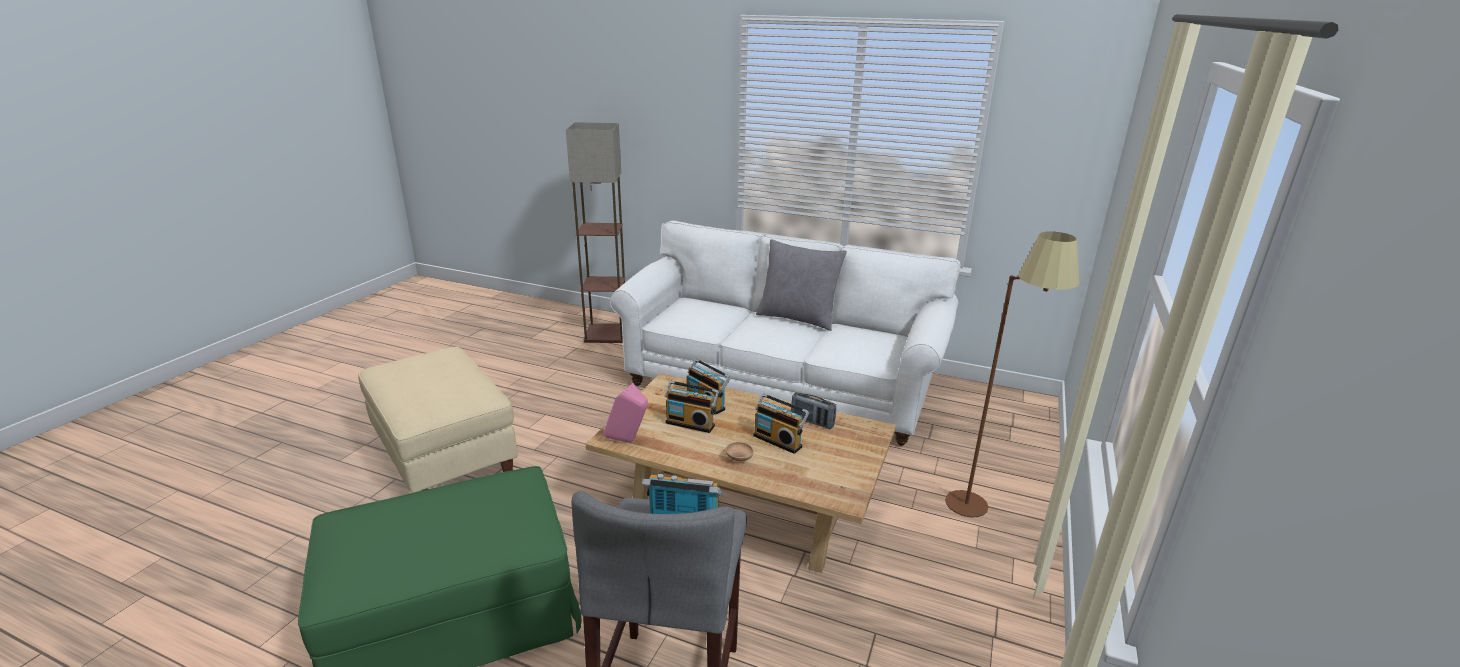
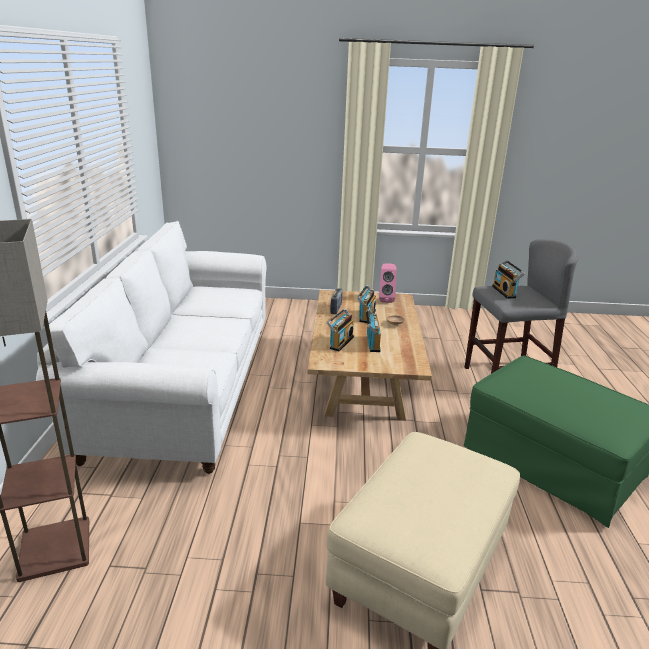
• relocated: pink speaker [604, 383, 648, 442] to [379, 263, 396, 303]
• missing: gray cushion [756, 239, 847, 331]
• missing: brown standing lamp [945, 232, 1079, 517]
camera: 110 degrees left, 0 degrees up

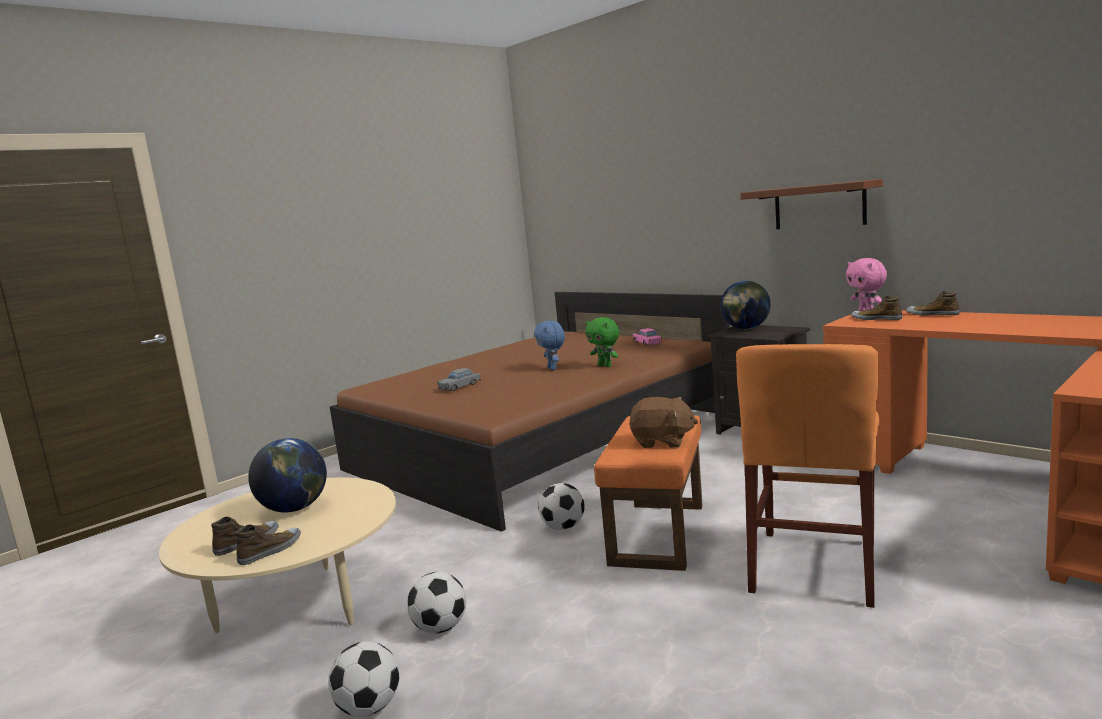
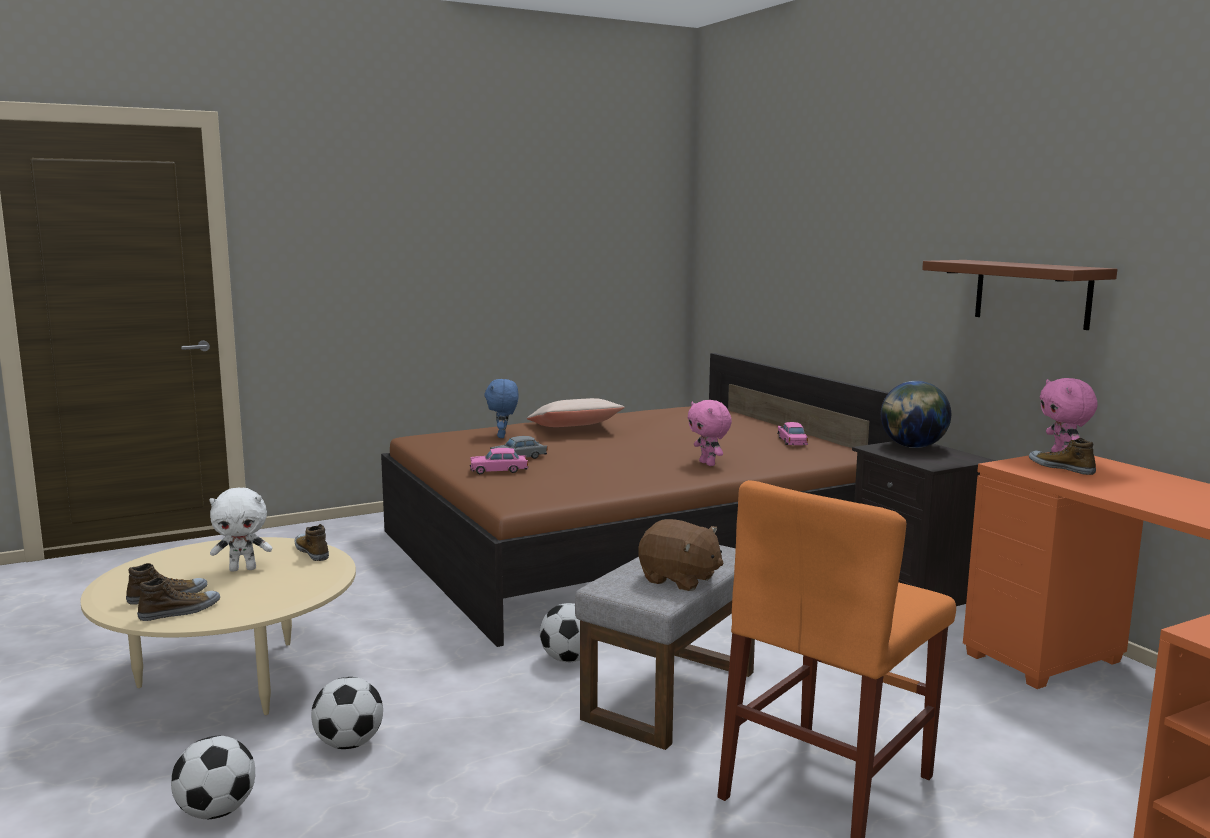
• exchanged: desk globe [248, 438, 327, 513] to white-coloured cuddly toy [209, 487, 272, 571]
• relocated: bluish cuddly toy [534, 321, 565, 370] to [485, 379, 519, 438]
• colour: green cuddly toy [585, 317, 619, 367] to pink cuddly toy [688, 400, 732, 466]
• colour: orange-coloured pouffe [594, 416, 703, 571] to gray pouffe [575, 545, 755, 750]
• relocated: shoe [906, 291, 960, 316] to [295, 524, 329, 561]
• appeared: pink toy car [470, 448, 528, 474]
• appeared: sand-coloured cushion [527, 398, 625, 427]
camera: 15 degrees right, 0 degrees up

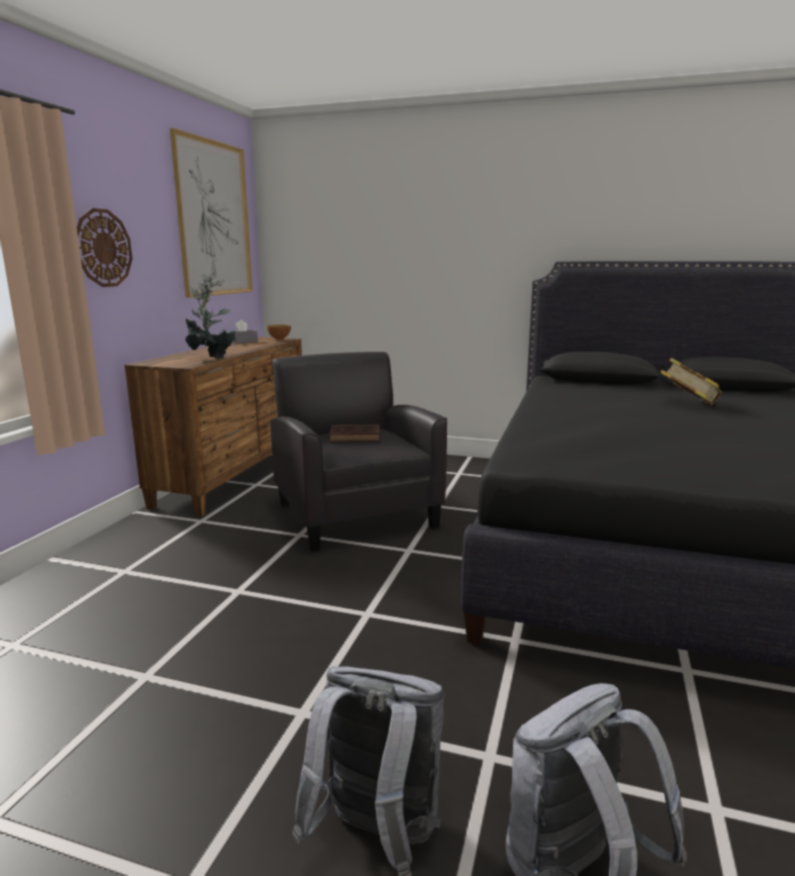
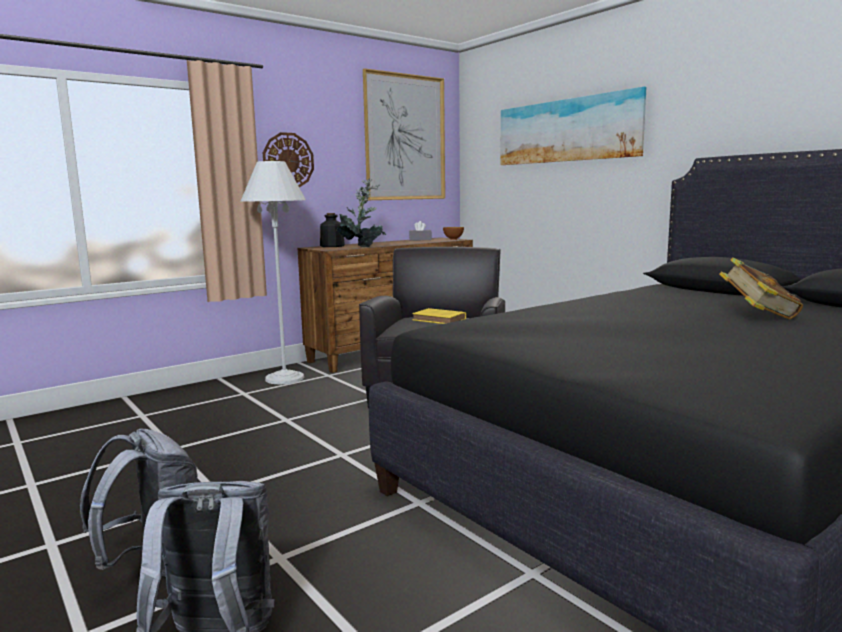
• colour: brown book [329, 425, 380, 442] to yellow-coloured book [412, 308, 466, 324]
• appeared: white-coloured standing lamp [241, 161, 306, 384]
• appeared: beverage bottle [320, 213, 345, 247]
• appeared: wall art [500, 87, 646, 165]
camera: 35 degrees right, 5 degrees down

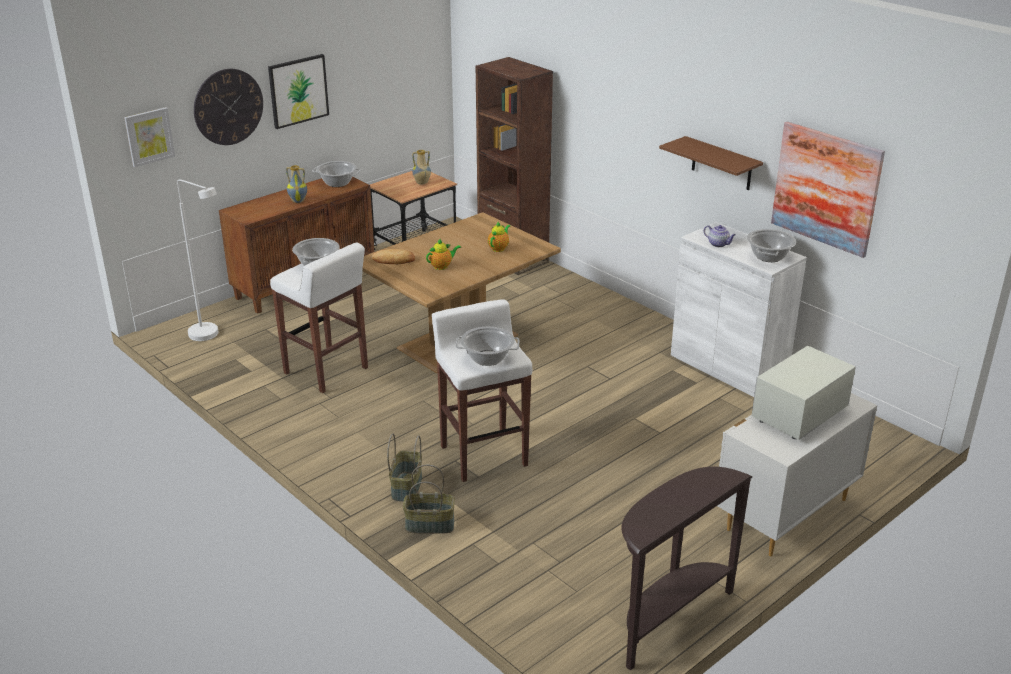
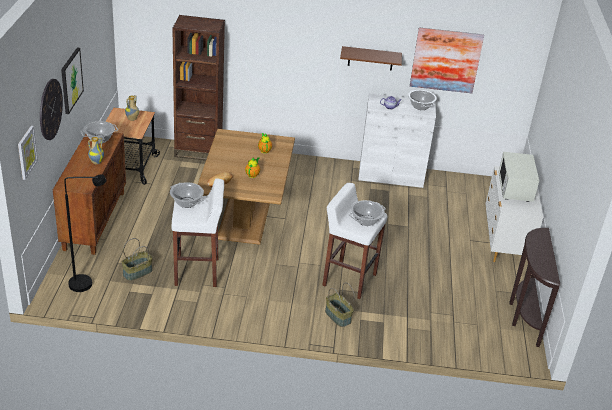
• colour: white-coloured standing lamp [177, 180, 218, 341] to black-coloured standing lamp [64, 174, 106, 292]
• relocated: household basket [403, 464, 455, 534] to [121, 238, 153, 281]
camera: 45 degrees left, 5 degrees up

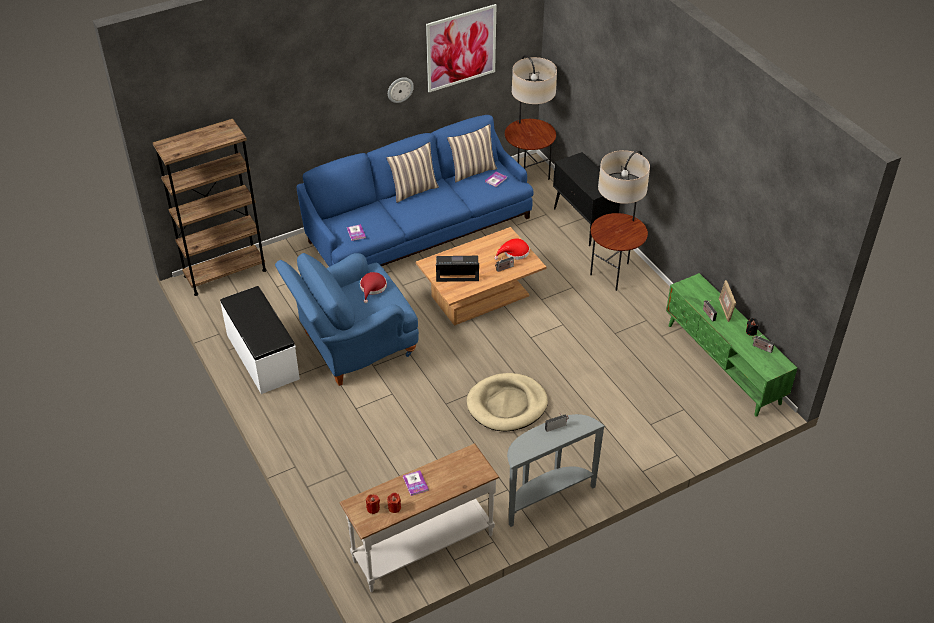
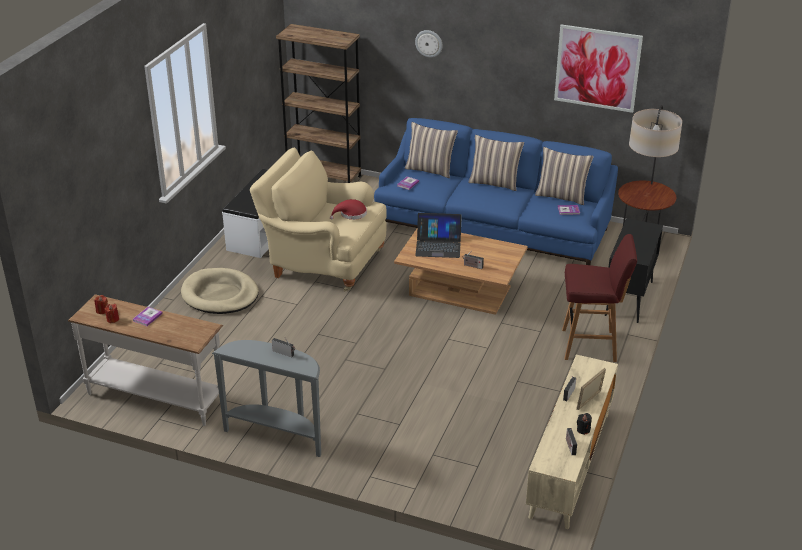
• colour: bluish armchair [275, 253, 419, 386] to sand-coloured armchair [250, 148, 387, 292]
• relocated: clock on the wall [388, 77, 414, 103] to [415, 30, 443, 58]
• spun: laptop [436, 256, 479, 282] = [415, 213, 462, 258] 135 degrees clockwise
• relocated: sand-coloured dog cushion [467, 373, 548, 431] to [181, 268, 259, 314]
• missing: red-coloured wearable hat [494, 238, 530, 260]
• exchanged: standing lamp [590, 150, 650, 291] to red-coloured stool seat [562, 234, 637, 362]
• colour: green tv unit [666, 273, 797, 417] to sand-coloured tv unit [526, 355, 618, 529]
• appeared: cushion [405, 122, 458, 178]
camera: 50 degrees right, 10 degrees down

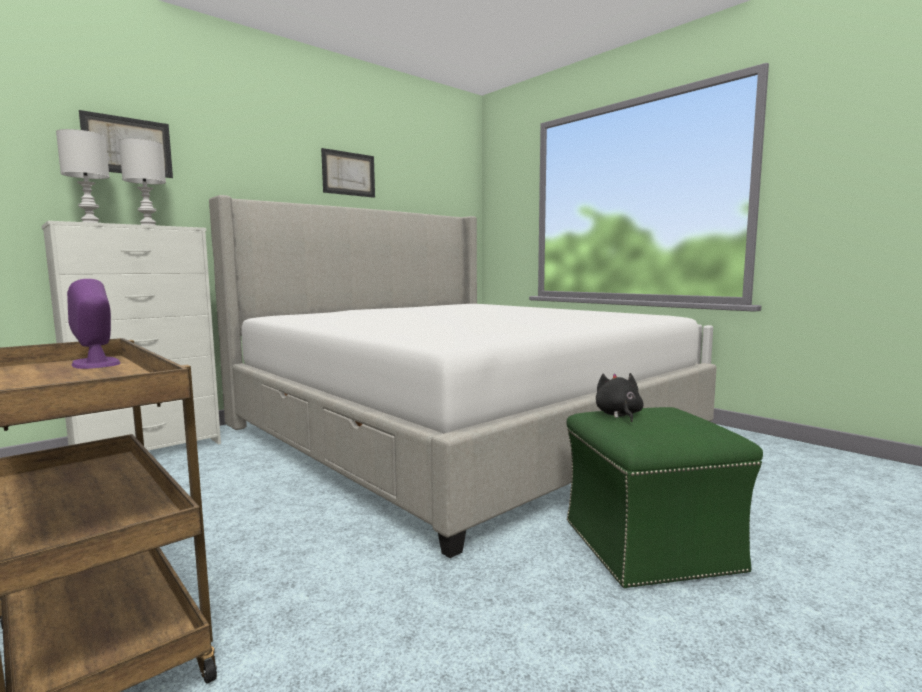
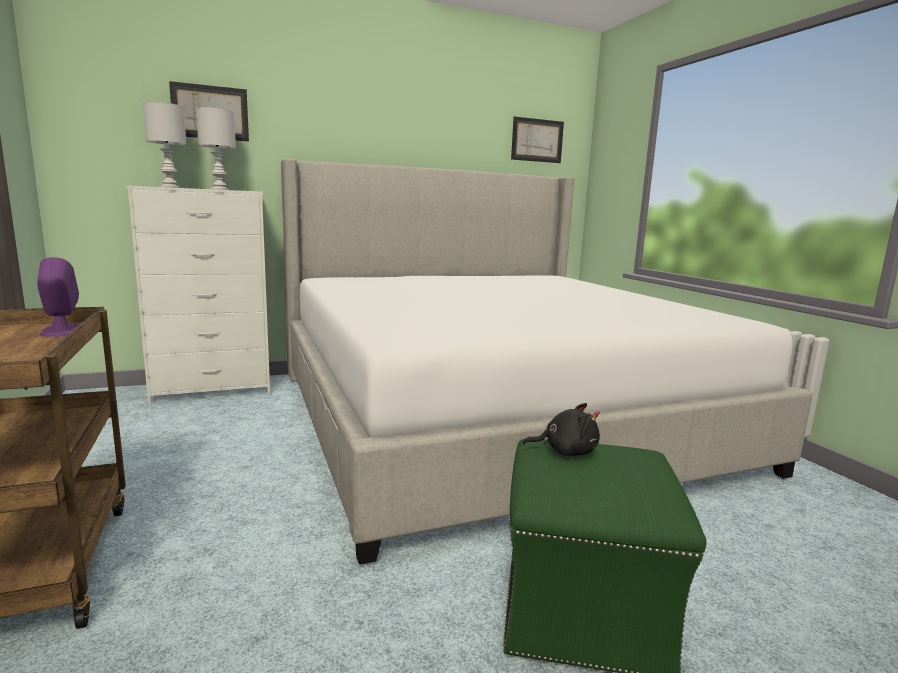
• relocated: wall art [321, 148, 375, 198] to [511, 117, 564, 163]
• spun: black-coloured cuddly toy [596, 373, 644, 422] = [522, 403, 600, 456] 75 degrees clockwise
camera: 20 degrees right, 5 degrees up

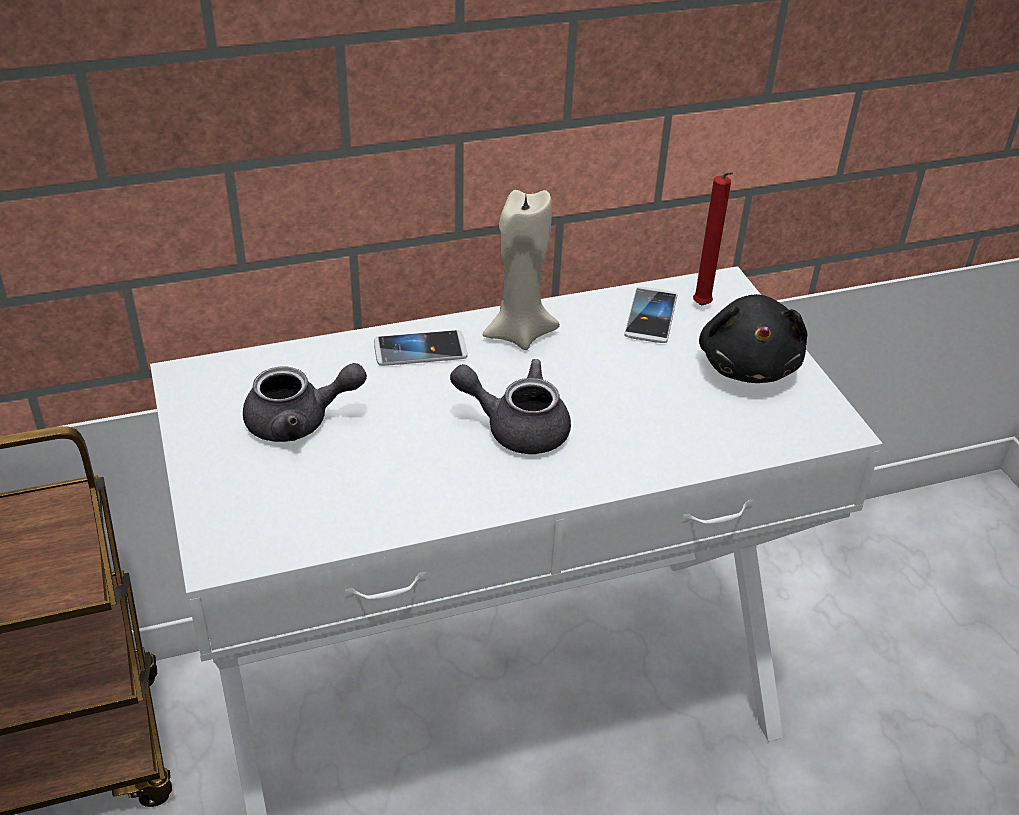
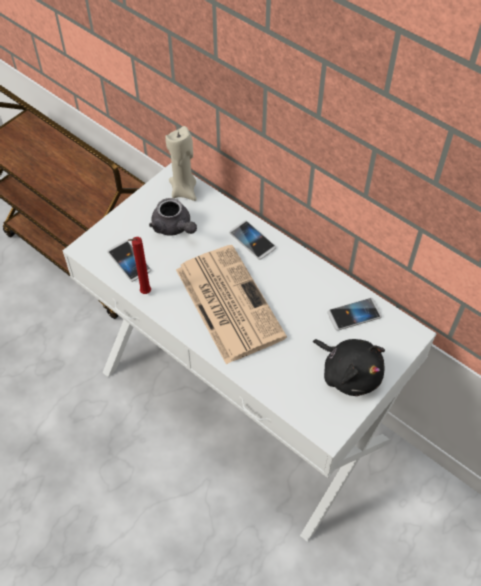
• exchanged: gray pot for tea [450, 359, 571, 454] to daily paper [176, 245, 287, 364]
• relocated: sand-coloured wax light [483, 190, 560, 350] to [165, 126, 197, 201]
• relocated: red-coloured wax light [693, 172, 733, 306] to [128, 237, 151, 294]
• spun: black-coloured cuddly toy [699, 294, 807, 383] = [313, 339, 385, 396] 105 degrees counterclockwise
• appeared: handset [107, 240, 151, 282]
camera: 60 degrees right, 15 degrees up

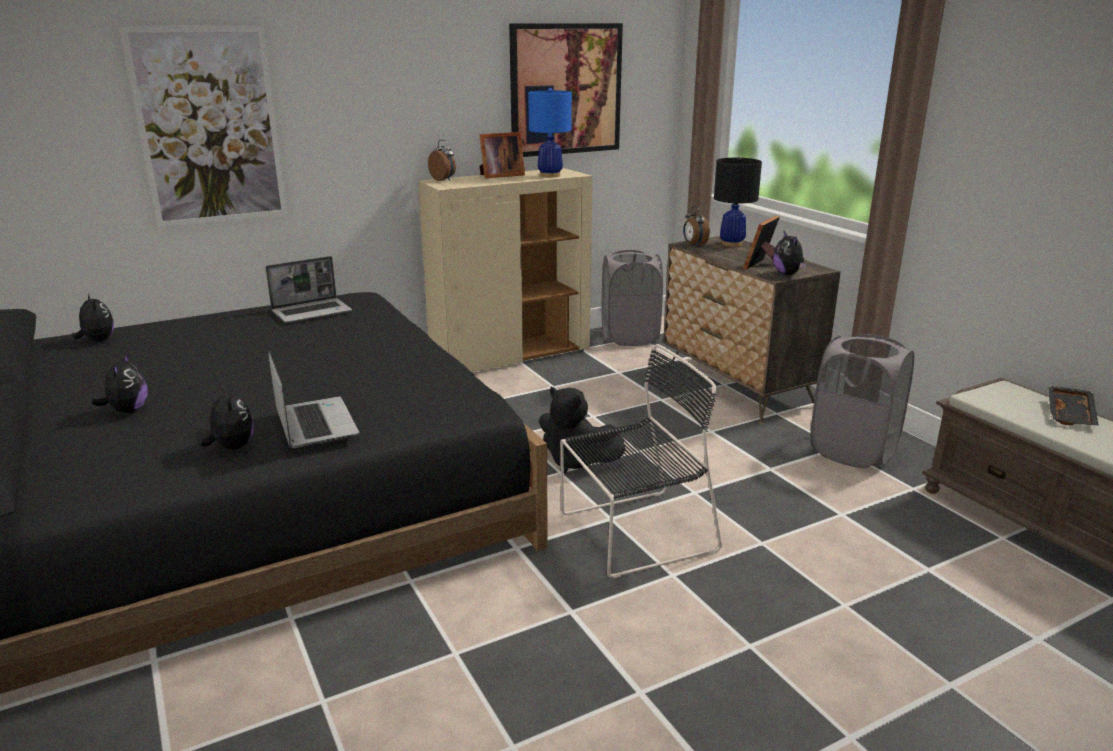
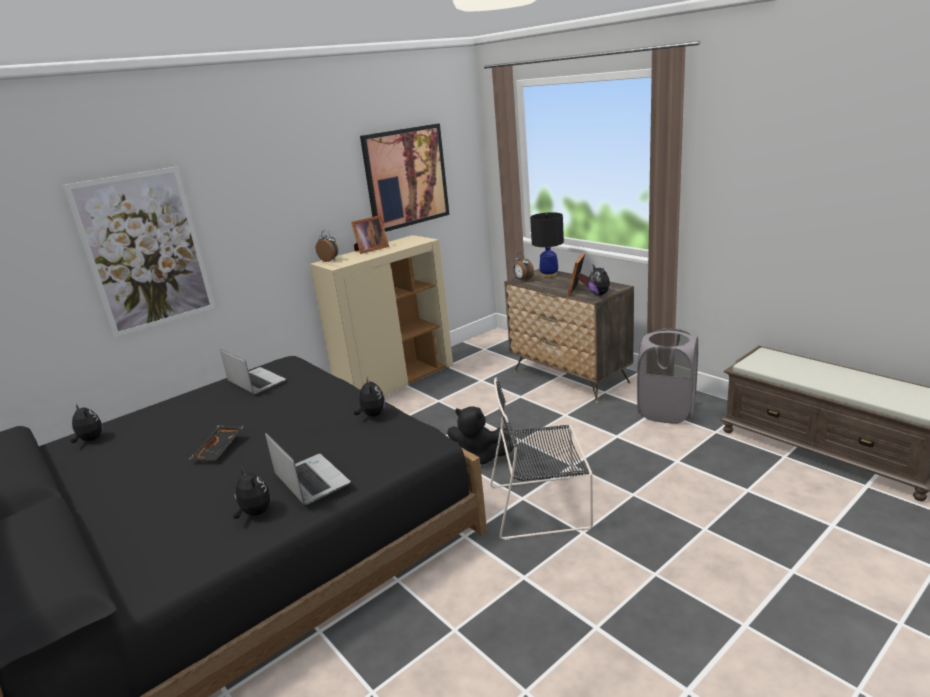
• relocated: cuddly toy [92, 353, 148, 413] to [353, 376, 385, 417]
• spun: laptop [265, 256, 352, 323] = [220, 349, 286, 395] 90 degrees counterclockwise
• missing: bluish tabletop lamp [528, 88, 572, 178]
• spun: black-coloured upright chair [560, 344, 722, 578] = [490, 377, 593, 540] 150 degrees counterclockwise
• missing: gray hamper [601, 250, 663, 346]
• relocated: black-coloured tray [1048, 385, 1099, 426] to [190, 426, 243, 461]
camera: 10 degrees left, 0 degrees up

